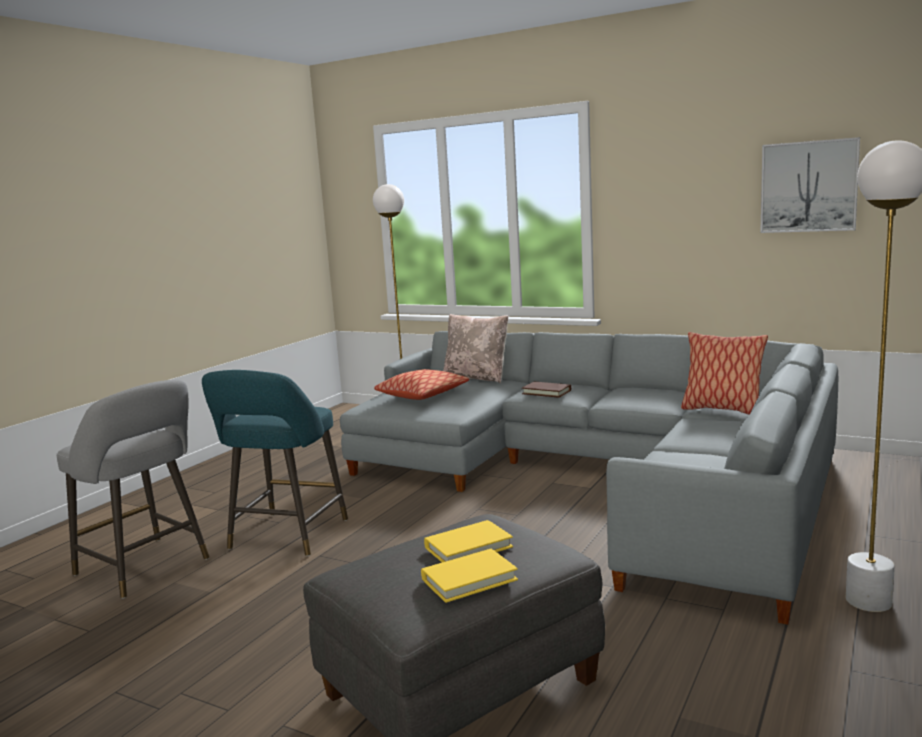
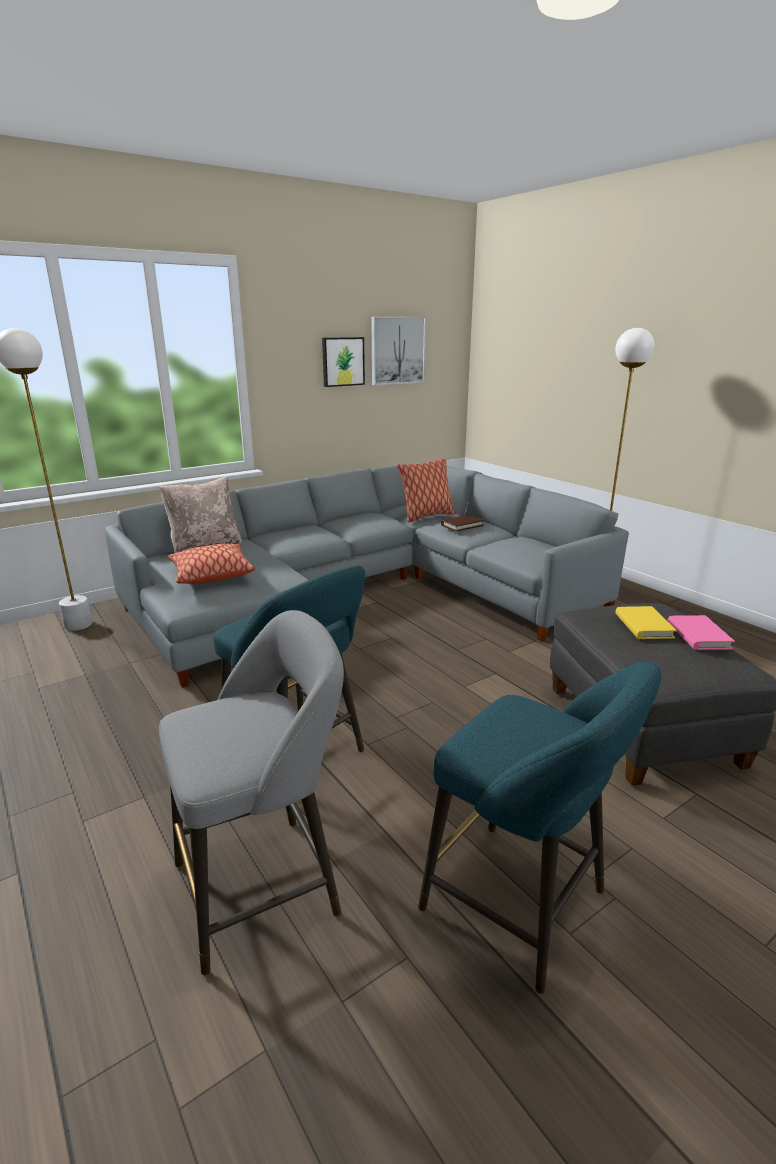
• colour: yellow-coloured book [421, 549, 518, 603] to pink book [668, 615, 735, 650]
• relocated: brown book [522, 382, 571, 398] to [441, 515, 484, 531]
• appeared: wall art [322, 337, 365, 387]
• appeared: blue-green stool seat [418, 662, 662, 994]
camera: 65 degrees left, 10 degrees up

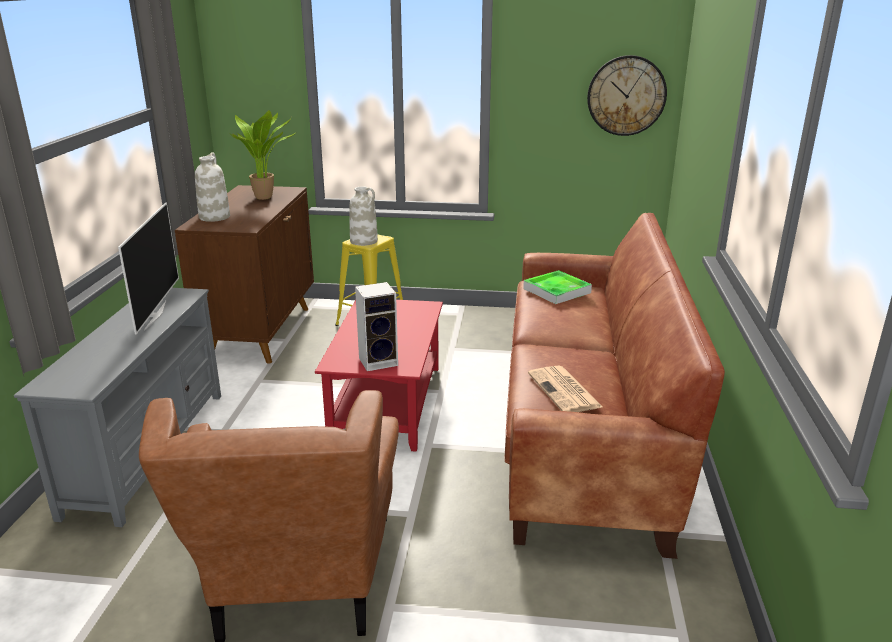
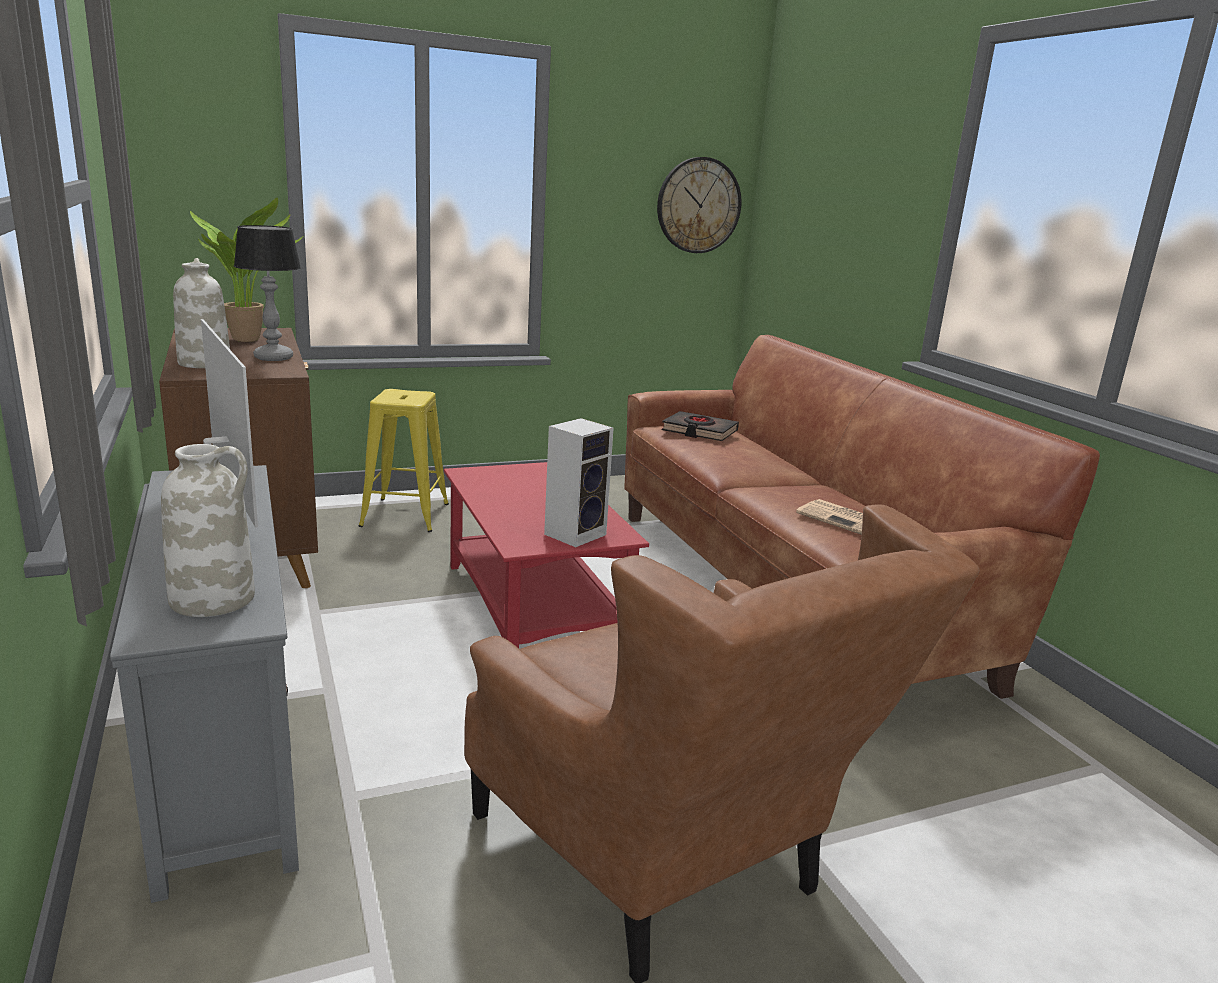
• relocated: white-coloured vase [349, 186, 378, 246] to [161, 444, 255, 617]
• exchanged: tray [523, 270, 592, 304] to black-coloured book [662, 411, 739, 441]
• appeared: tabletop lamp [234, 225, 301, 361]
camera: 30 degrees left, 5 degrees down

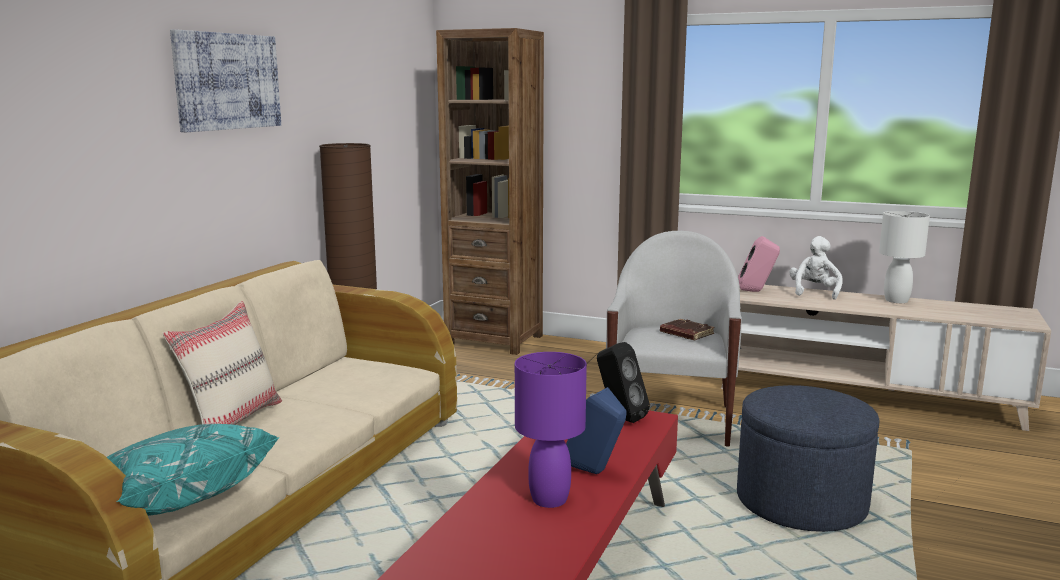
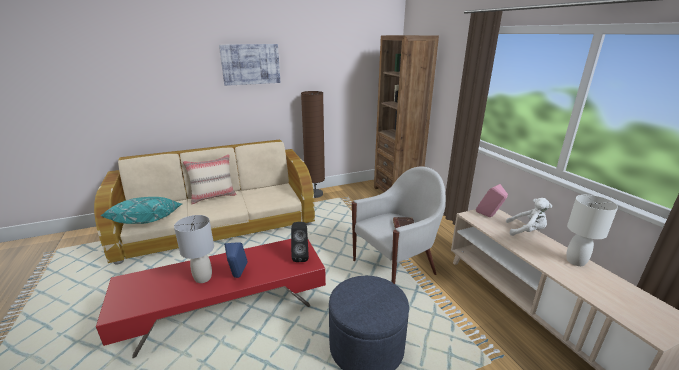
• colour: purple-coloured tabletop lamp [515, 352, 587, 508] to gray tabletop lamp [174, 215, 214, 283]
• spun: white-coloured cuddly toy [789, 236, 843, 300] = [506, 198, 552, 236] 45 degrees clockwise
camera: 45 degrees right, 10 degrees up

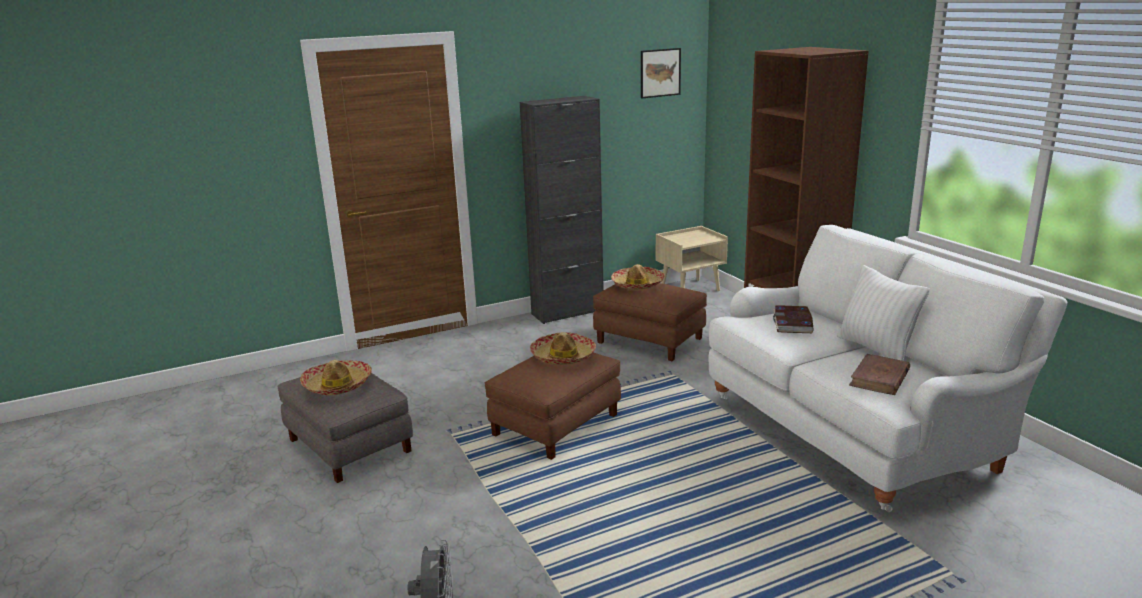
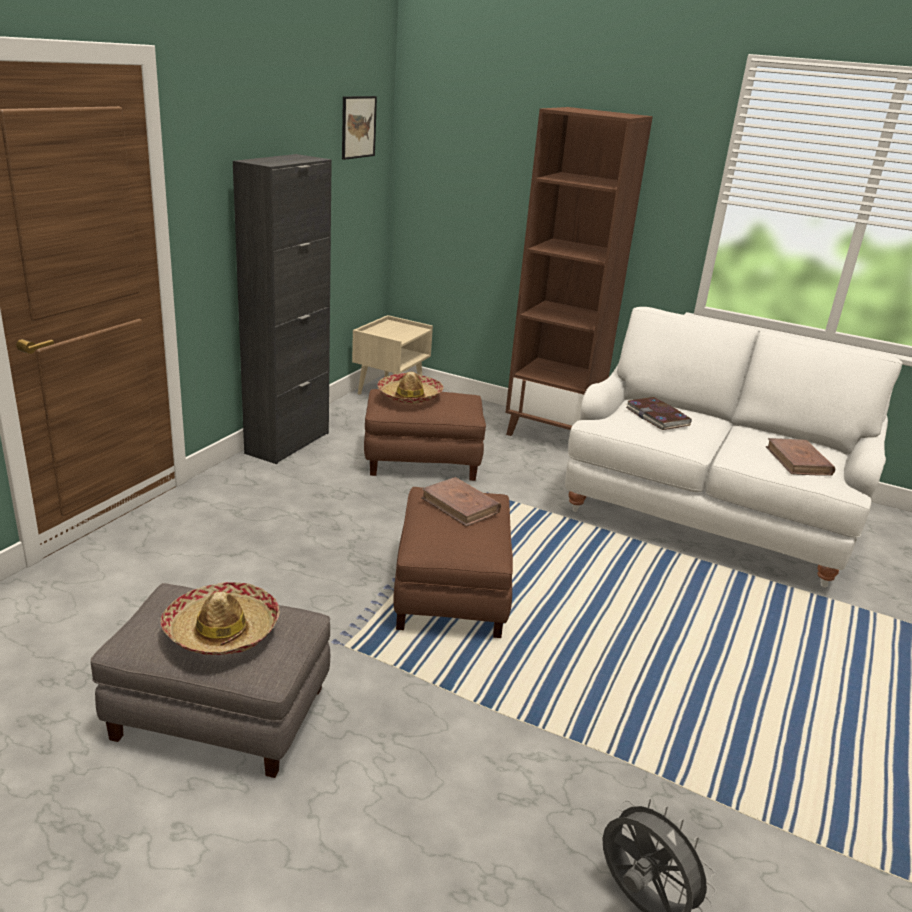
• exchanged: wearable hat [530, 332, 596, 365] to brown book [421, 477, 501, 526]
• missing: white-coloured cushion [837, 265, 930, 361]
camera: 40 degrees left, 5 degrees up

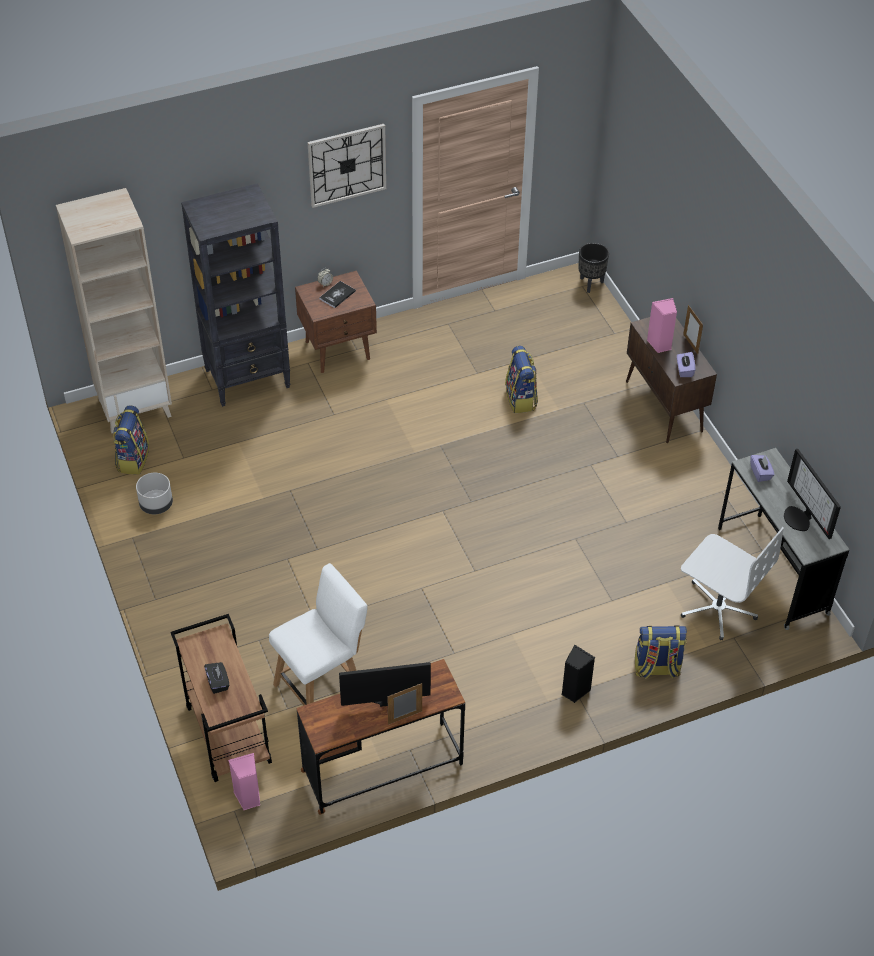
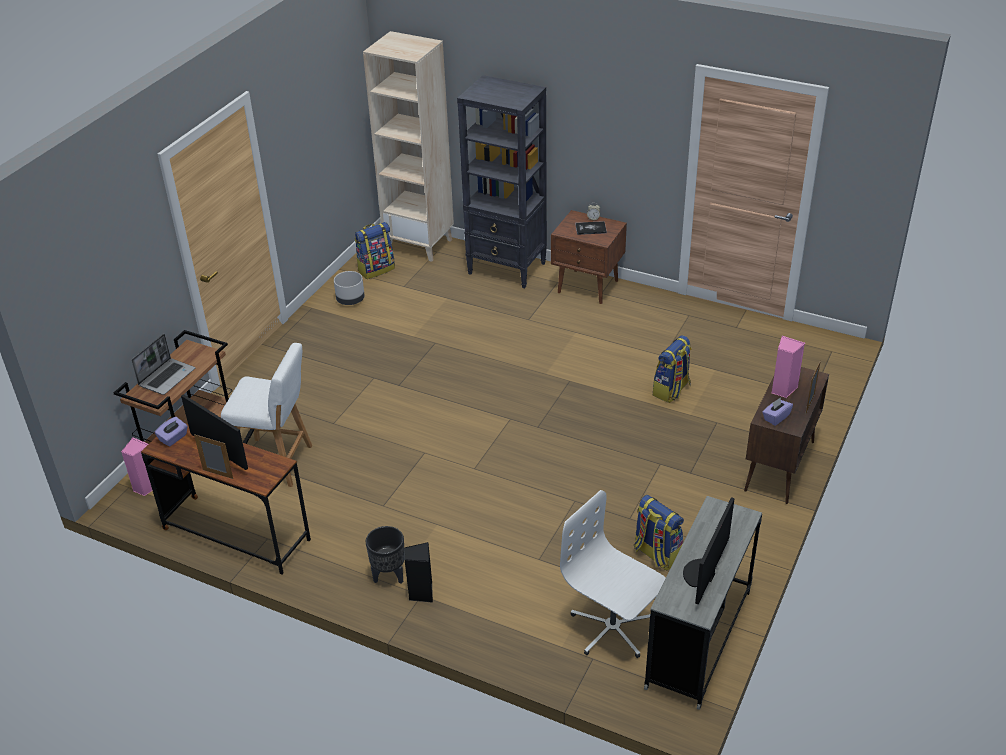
• exchanged: black-coloured tissue box [204, 662, 230, 694] to laptop [131, 334, 195, 395]
• missing: clock on the wall [307, 124, 386, 208]
• relocated: black-coloured planter [578, 243, 609, 293] to [366, 526, 404, 584]
• relocated: backpack [635, 625, 687, 679] to [634, 495, 684, 571]
• spun: white-coloured desk chair [681, 527, 784, 640] = [560, 490, 666, 658] 135 degrees clockwise
• relocated: purple-coloured tissue box [750, 455, 775, 482] to [155, 417, 188, 447]
camera: 50 degrees right, 10 degrees down

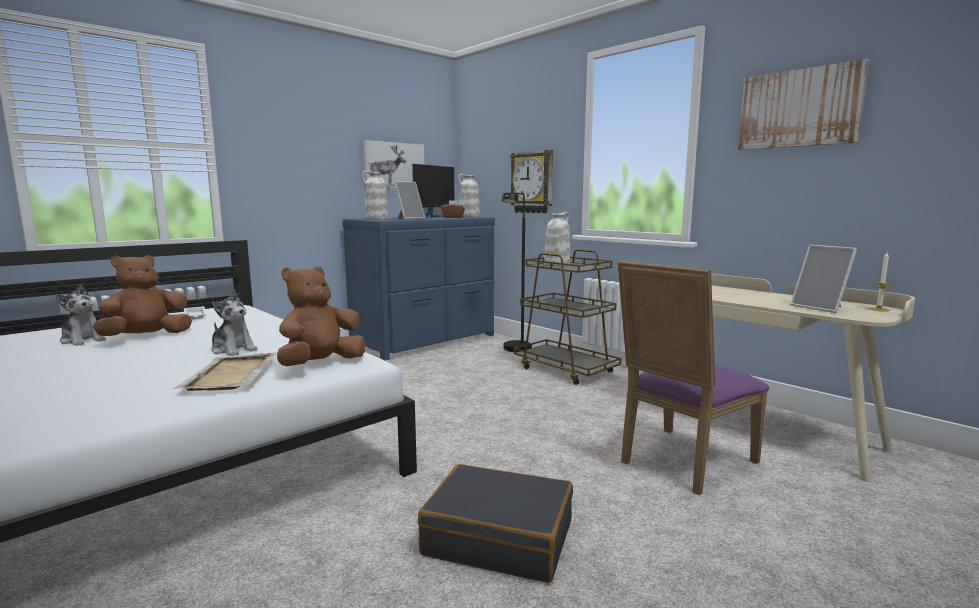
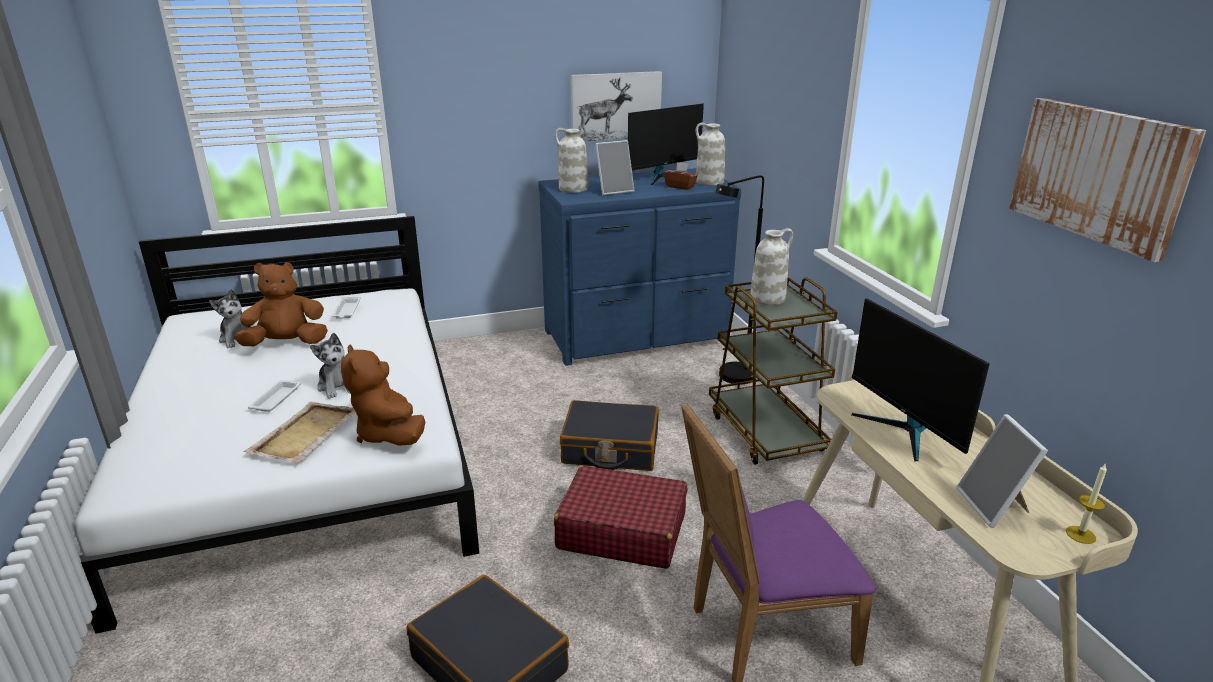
• spun: brown cuddly toy [277, 267, 365, 366] = [341, 344, 425, 446] 90 degrees counterclockwise
• missing: clock on the wall [510, 150, 553, 213]
• appeared: white-coloured tray [248, 380, 301, 412]
• appeared: red-coloured travel case [554, 466, 687, 569]
• appeared: black-coloured travel case [560, 400, 659, 471]
• appeared: monitor [851, 298, 990, 462]
camera: 25 degrees right, 15 degrees up

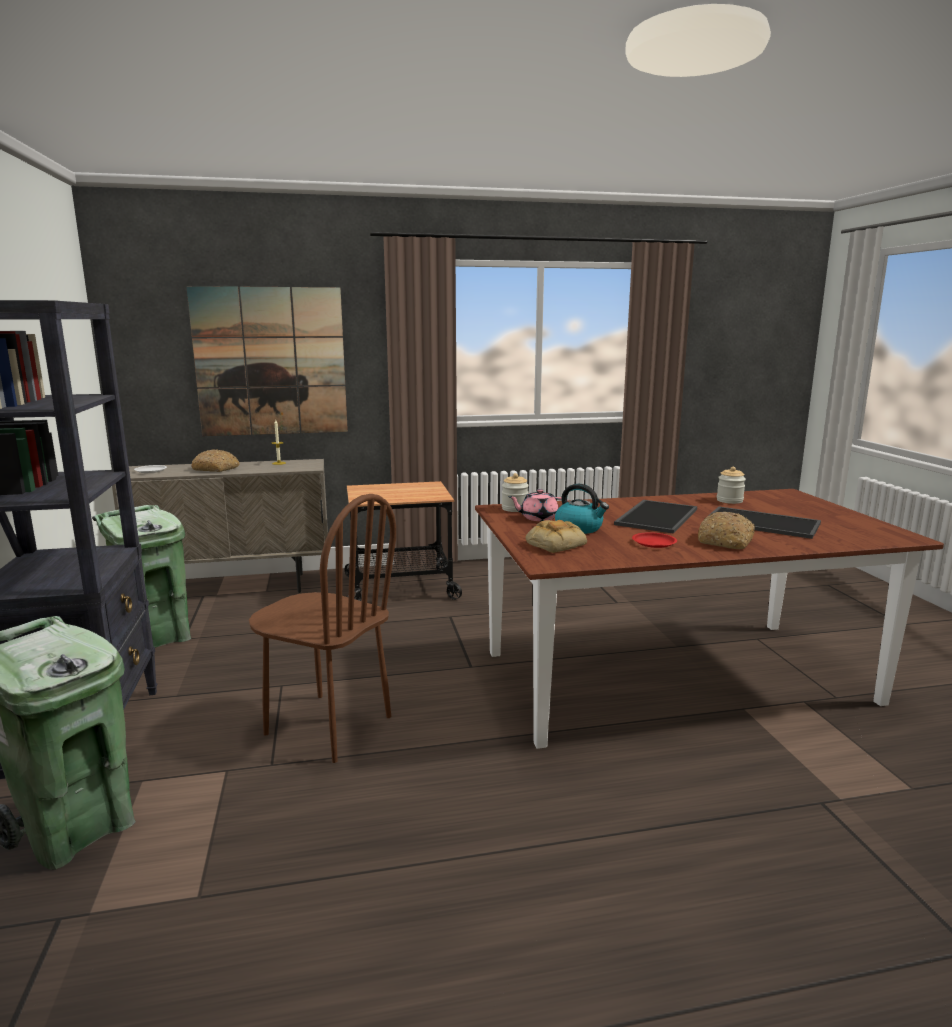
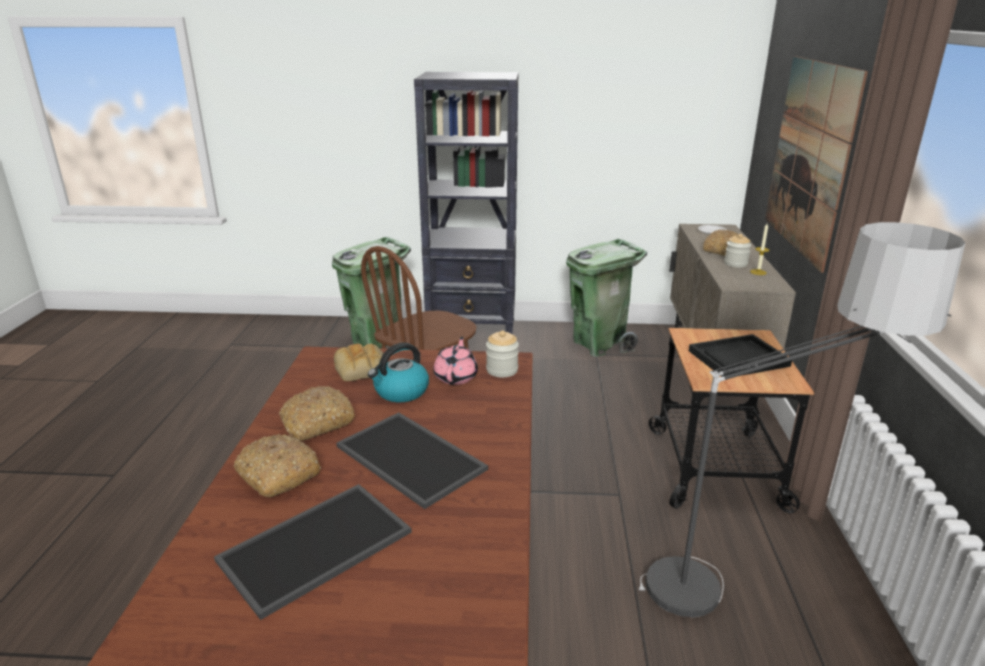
• exchanged: red-coloured flat dish [632, 532, 677, 548] to bakery bread [279, 386, 355, 441]
• relocated: jar [717, 467, 746, 504] to [724, 234, 751, 268]
• appeared: standing lamp [639, 222, 965, 618]
• appeared: black-coloured tray [689, 334, 792, 377]
camera: 105 degrees right, 10 degrees up

